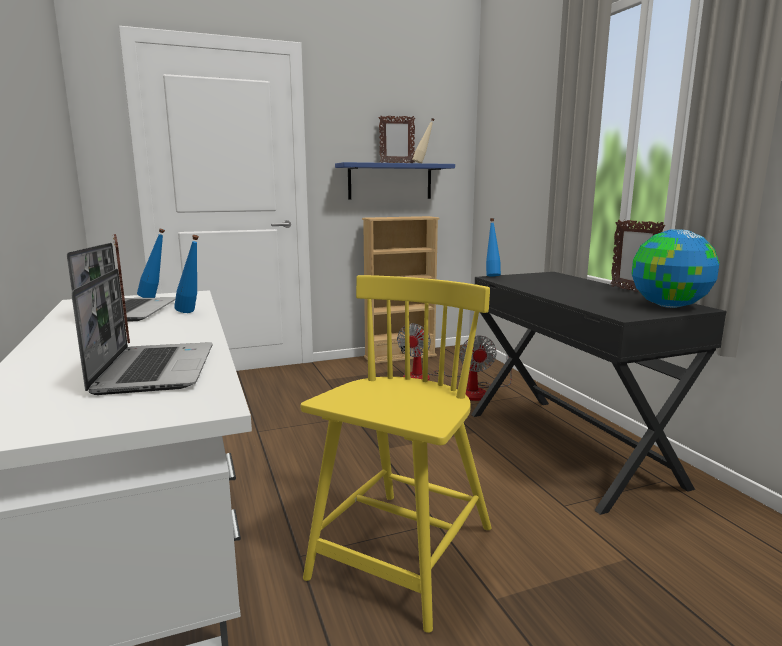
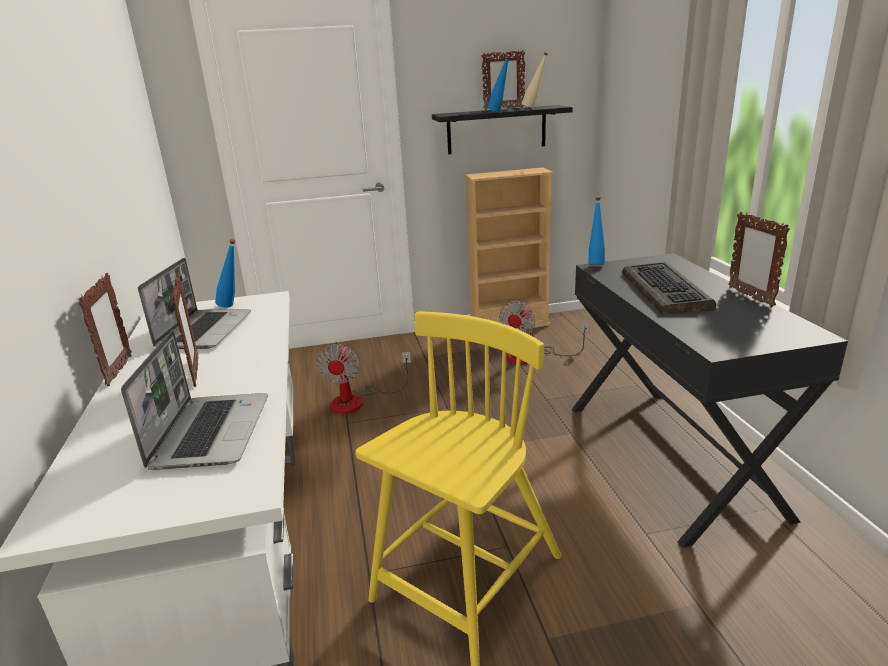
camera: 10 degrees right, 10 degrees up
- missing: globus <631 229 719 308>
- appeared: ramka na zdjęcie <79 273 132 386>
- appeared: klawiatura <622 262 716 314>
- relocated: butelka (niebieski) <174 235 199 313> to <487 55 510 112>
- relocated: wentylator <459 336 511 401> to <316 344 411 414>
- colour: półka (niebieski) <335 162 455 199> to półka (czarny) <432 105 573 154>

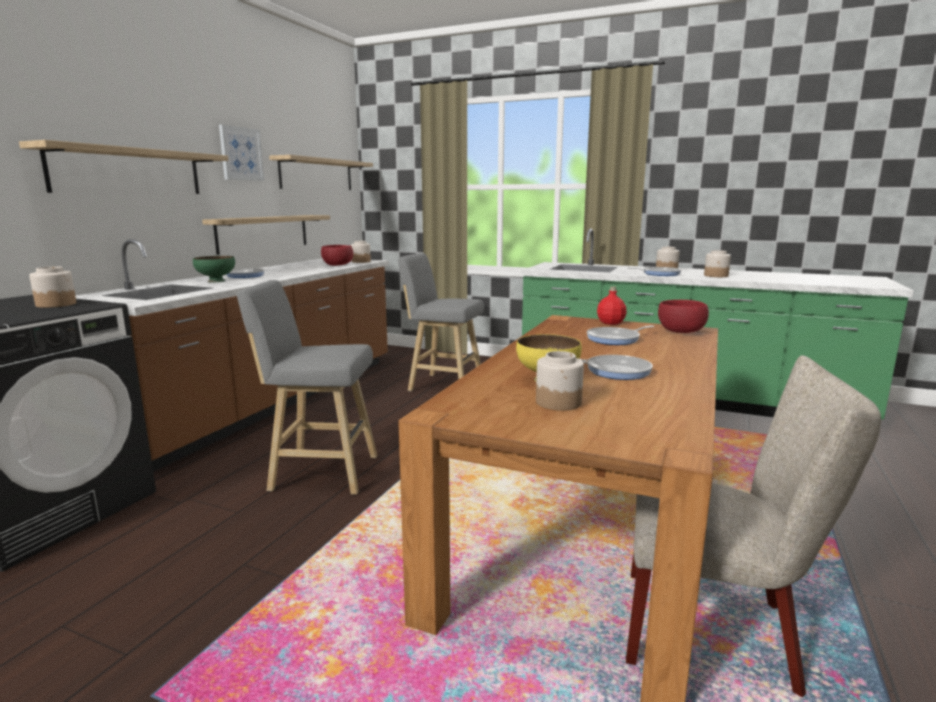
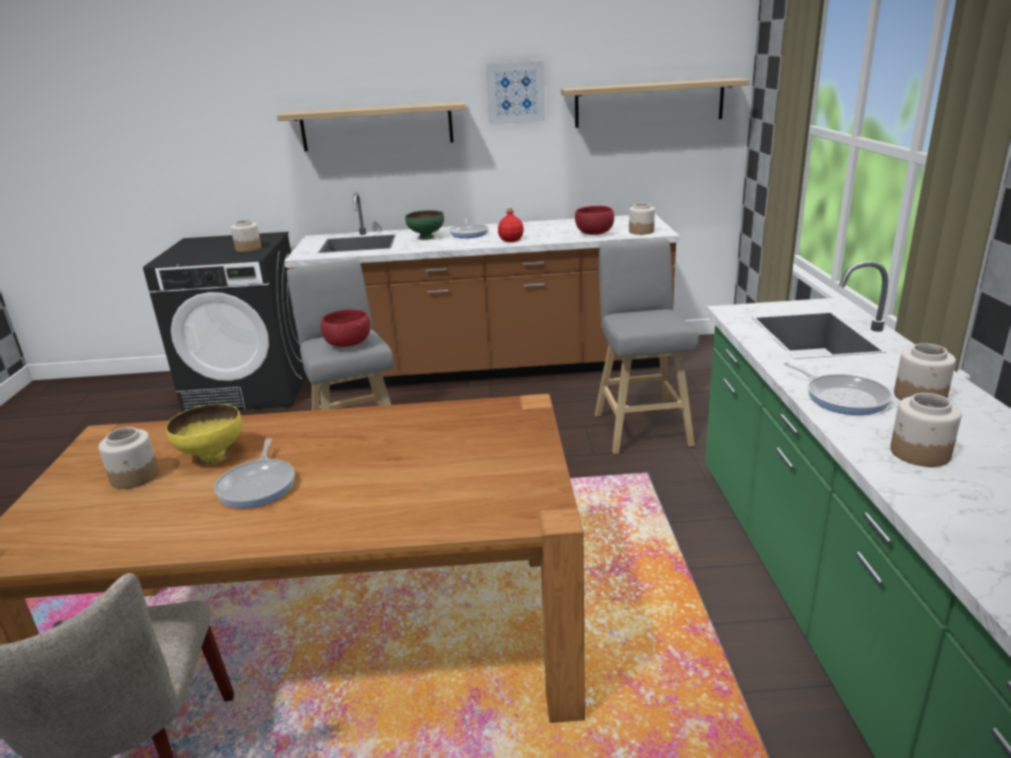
camera: 65 degrees right, 10 degrees up
- missing: półka <202 215 330 255>
- missing: patelnia <587 325 654 345>
- relocated: butelka (czerwony) <597 286 627 325> to <498 207 524 242>
- relocated: miska (czerwony) <658 300 709 333> to <321 309 370 347>

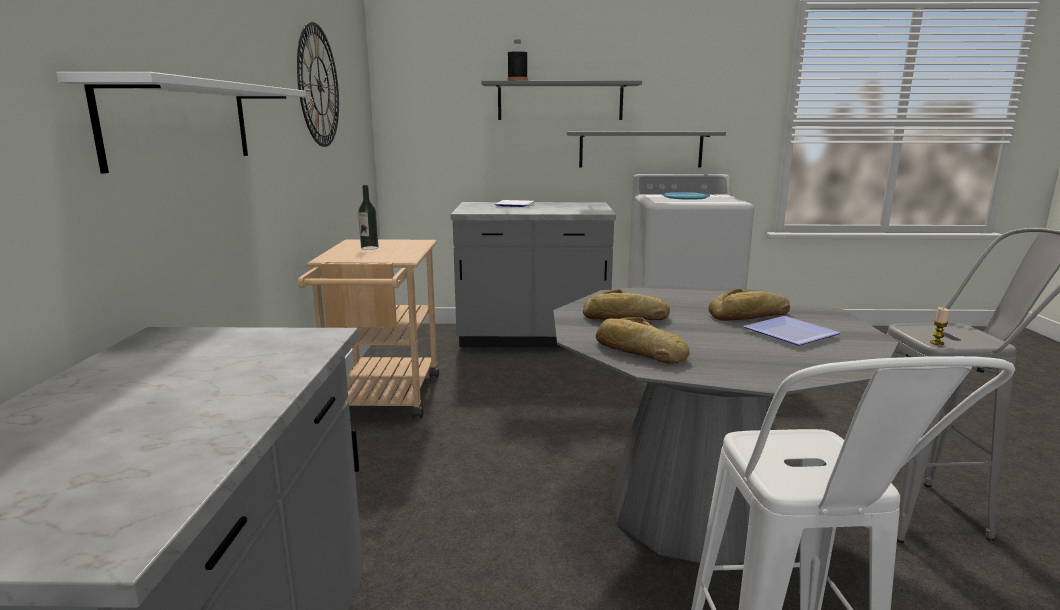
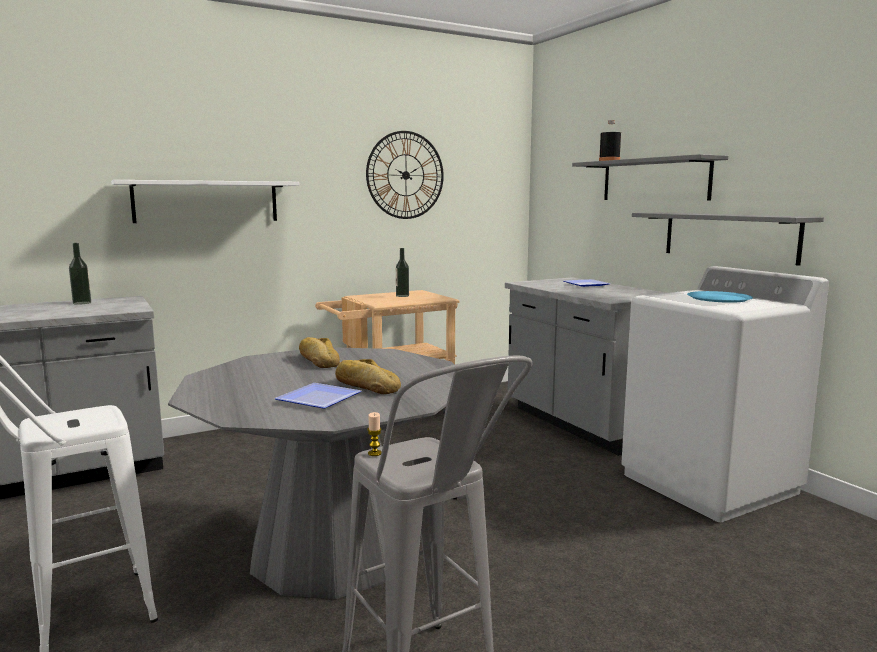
camera: 60 degrees right, 5 degrees down
- missing: chleb <596 317 689 364>
- appeared: butelka <69 243 91 305>

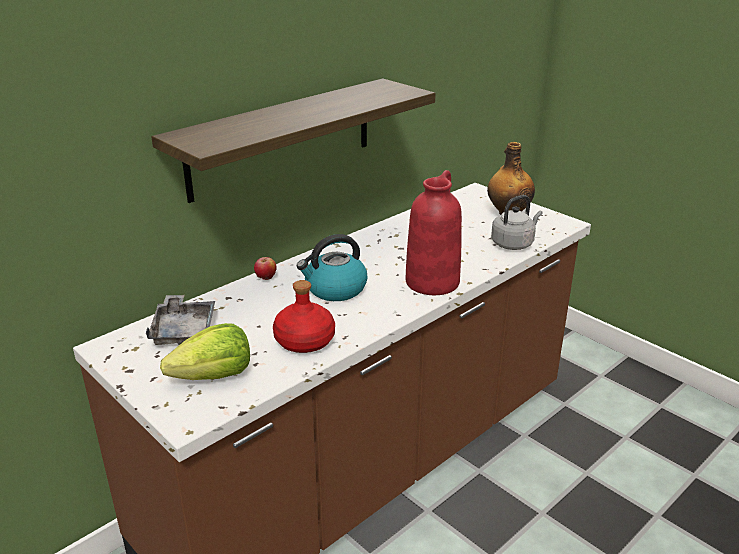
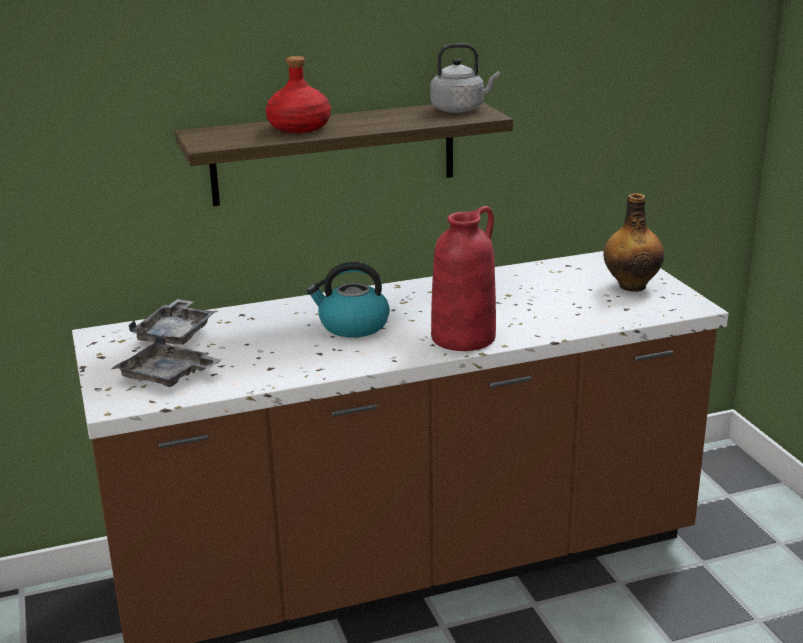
camera: 25 degrees right, 5 degrees down
- missing: jabłko <254 257 277 280>
- relocated: butelka (czerwony) <273 280 335 353> to <266 56 331 133>
- relocated: czajnik (szary) <491 195 543 250> to <430 43 500 113>
- exchanged: sałata <160 323 250 380> to taca (szary) <113 336 221 387>

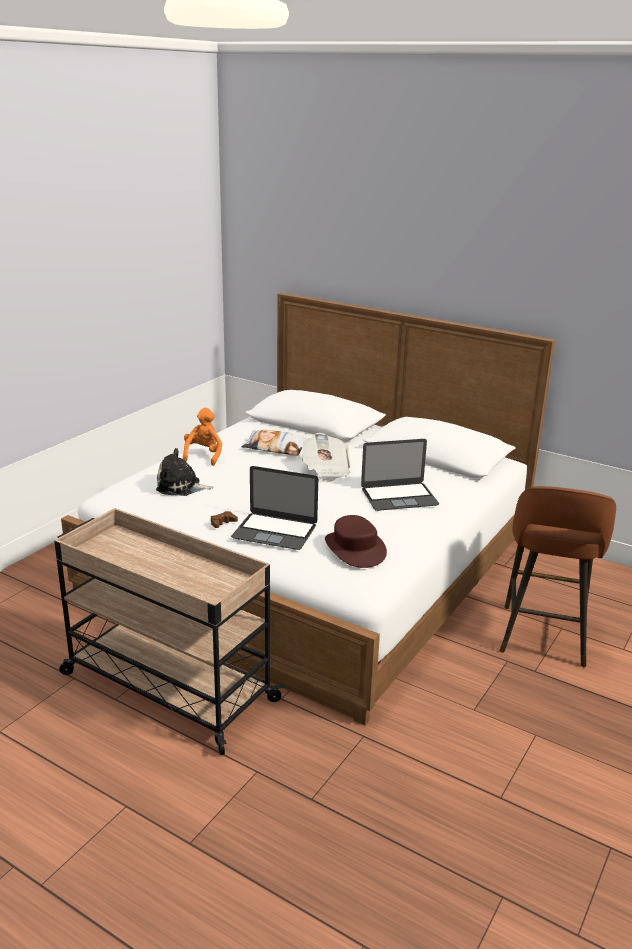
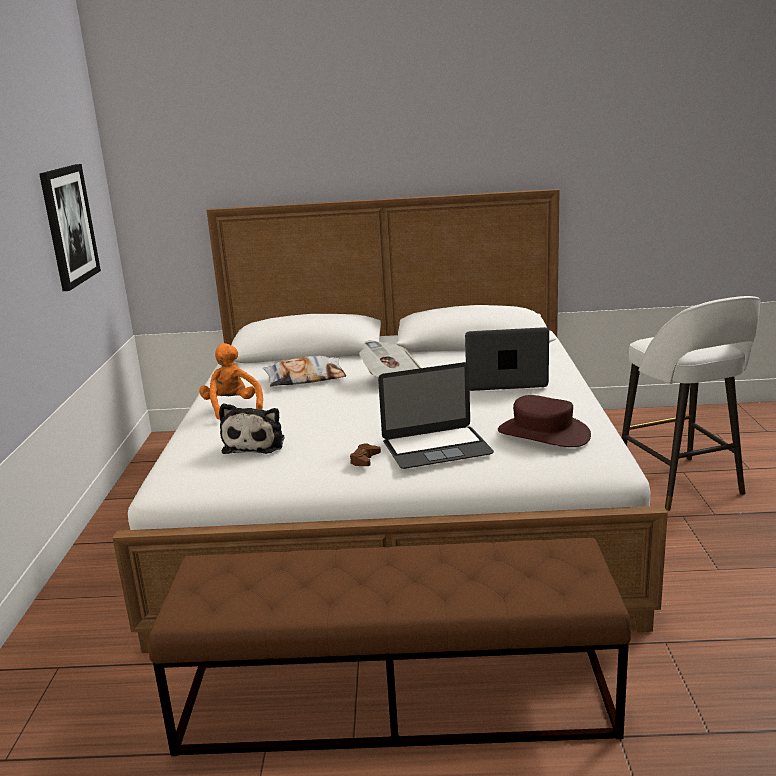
camera: 30 degrees left, 5 degrees down
- appeared: obraz <39 164 101 291>
- exchanged: wózek (beżowy) <54 508 284 755> to ławka (brązowy) <148 538 631 756>
- colour: stołek (brązowy) <500 486 616 667> to stołek (biały) <622 296 761 511>
- spun: pluszak <156 448 213 496> = <219 403 284 454> 60 degrees counterclockwise
- spun: laptop <361 439 439 511> = <465 327 549 391> 135 degrees counterclockwise

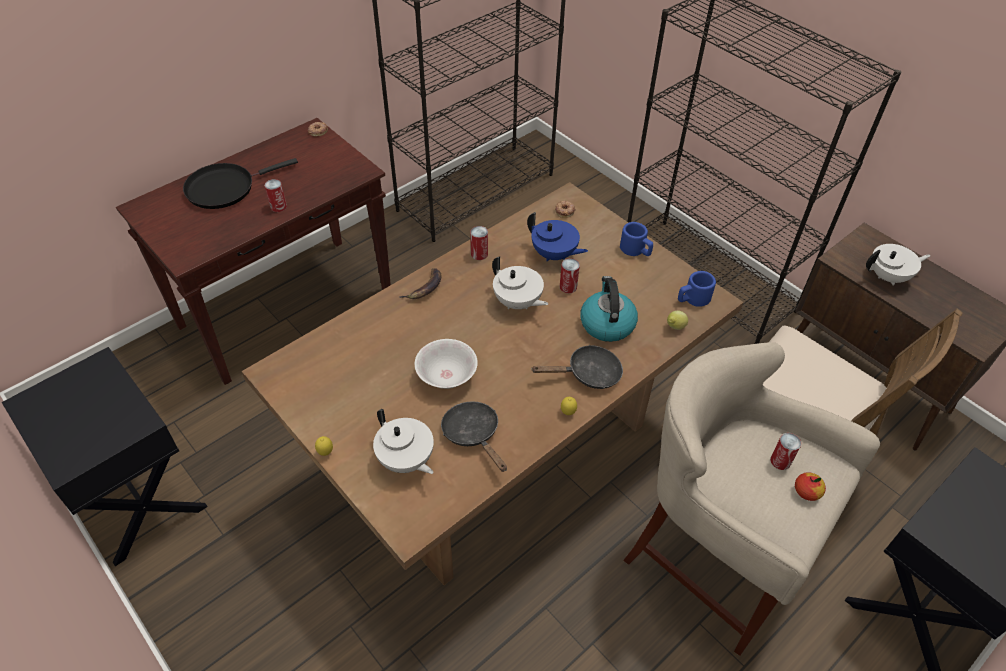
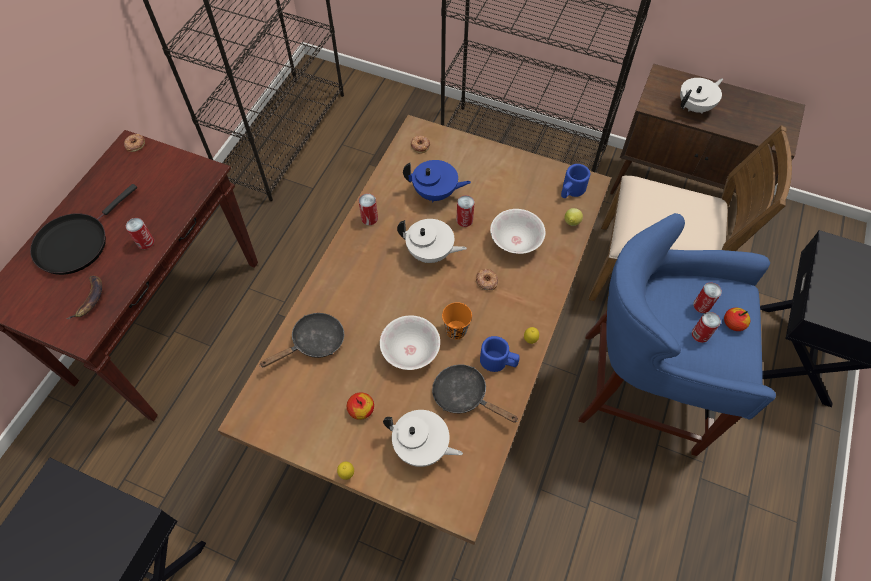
camera: 25 degrees left, 10 degrees up
- appeared: jabłko <347 392 374 420>
- appeared: filiżanka (pomarańczowy) <442 302 472 340>
- appeared: donut <476 269 498 290>
- appeared: puszka <692 312 721 343>
- relocated: banan <399 268 442 299> to <67 276 102 319>
- relocated: patelnia (czarny) <532 345 623 389> to <260 313 344 367>
- relocated: kubek (niebieski) <620 222 653 256> to <480 336 520 372>
- exchanged: czajnik <580 276 638 342> to miska (biały) <490 209 546 254>
- colour: stołek (beżowy) <623 342 880 656> to stołek (niebieski) <578 213 776 456>

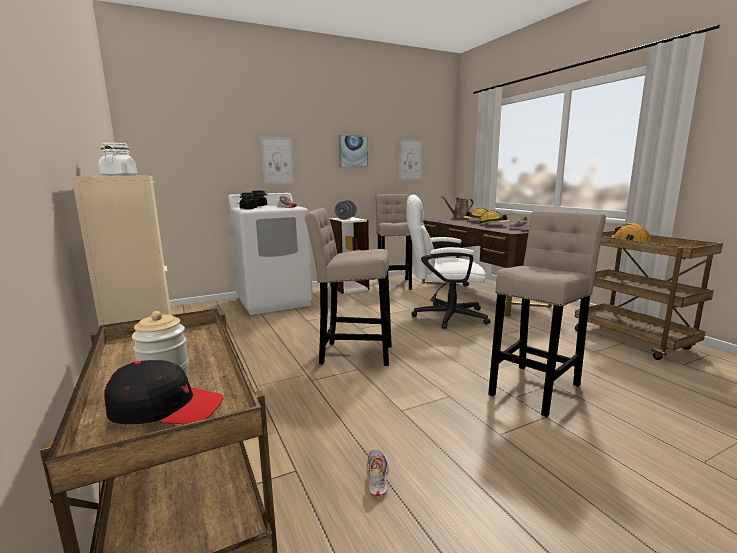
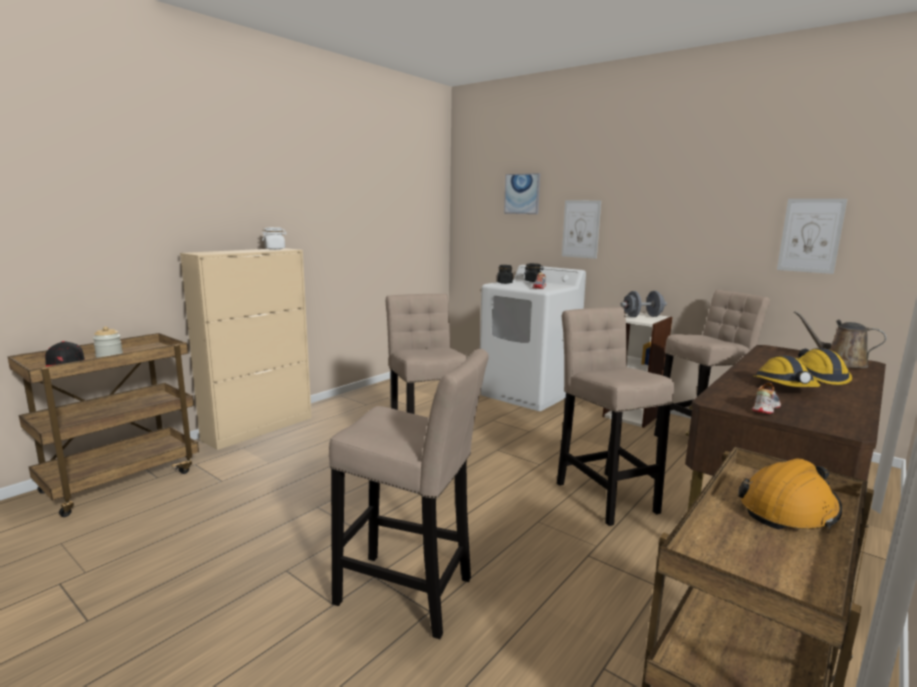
camera: 65 degrees right, 0 degrees up
- missing: but <367 450 389 496>
- relocated: obraz <339 135 368 167> to <504 173 540 214>
- exchanged: krzesło biurowe (biały) <406 194 491 329> to stołek (beżowy) <557 307 674 526>

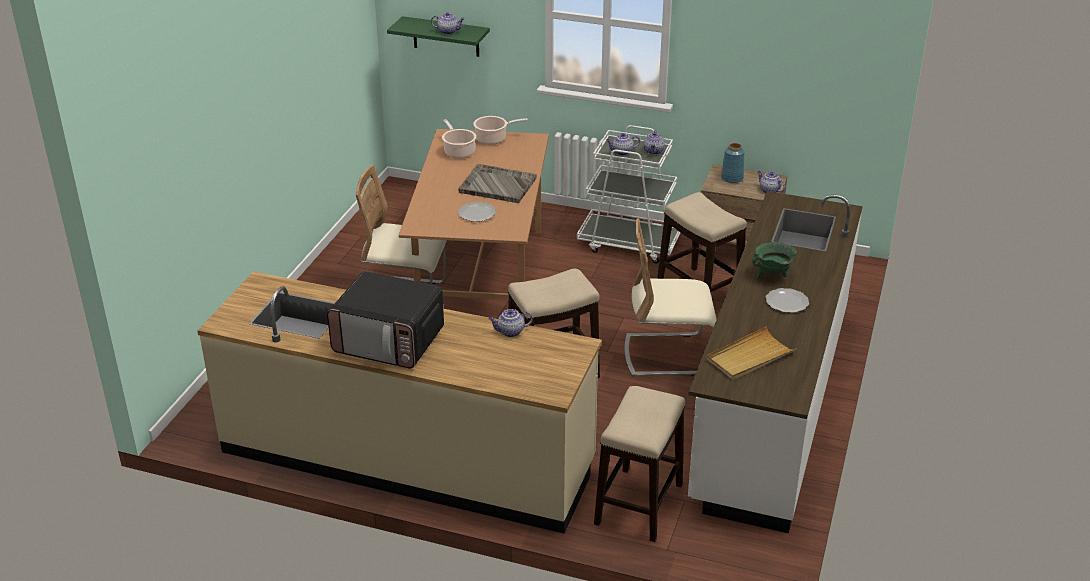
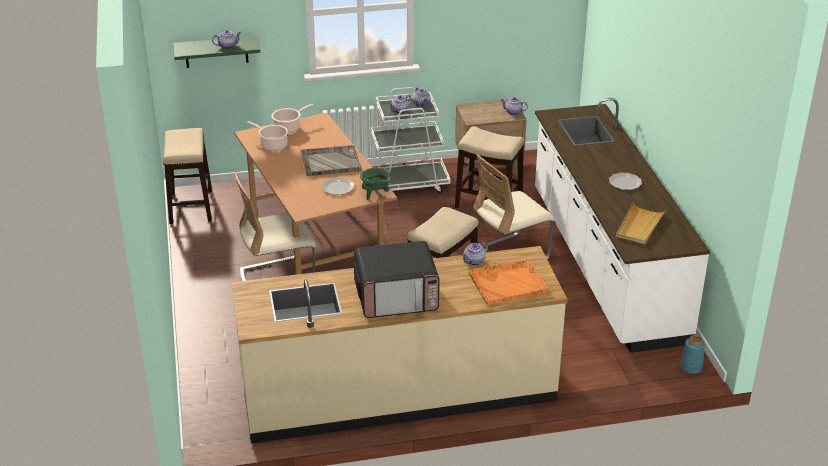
camera: 30 degrees left, 0 degrees up
- appeared: taca (pomarańczowy) <469 259 549 305>
- relocated: stołek <594 386 685 542> to <163 128 212 224>
- relocated: wazon (niebieski) <721 143 745 183> to <680 335 705 373>
- relocated: garnek (zielony) <752 242 797 280> to <360 167 391 200>

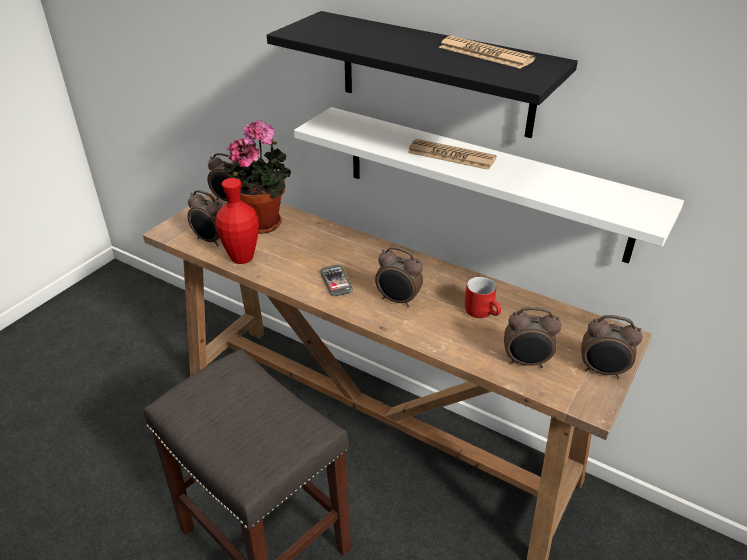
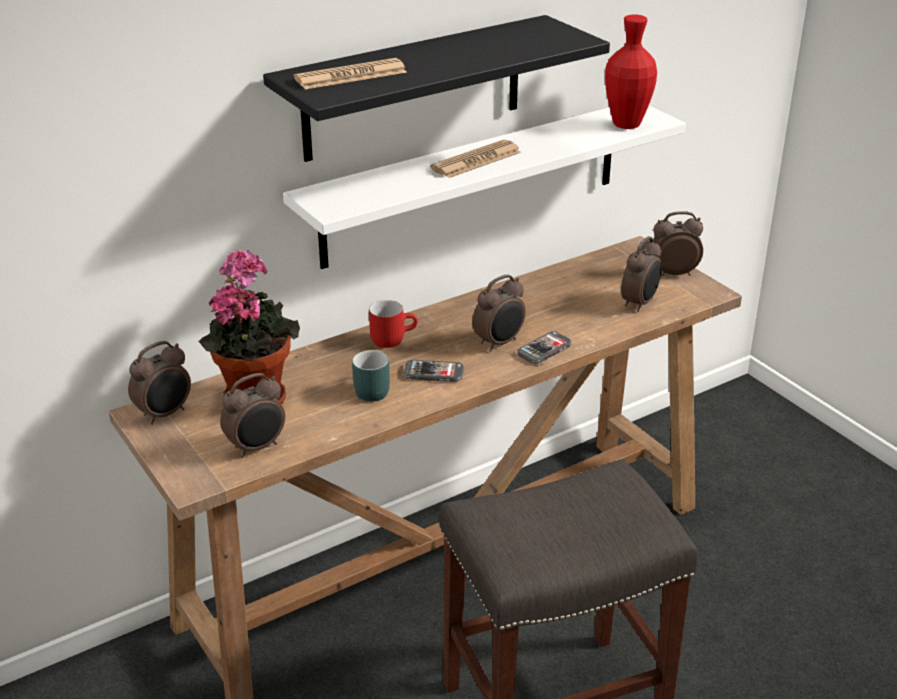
camera: 65 degrees left, 5 degrees down
- appeared: kubek (turkusowy) <352 350 390 402>
- appeared: telefon <517 331 571 364>
- relocated: wazon (czerwony) <215 178 259 264> to <605 15 657 129>
- relocated: gazeta <439 36 535 69> to <294 58 407 90>
- relocated: kubek (czerwony) <465 277 501 318> to <369 300 418 348>
- spun: budzik <581 315 643 379> = <652 211 703 276> 135 degrees counterclockwise

